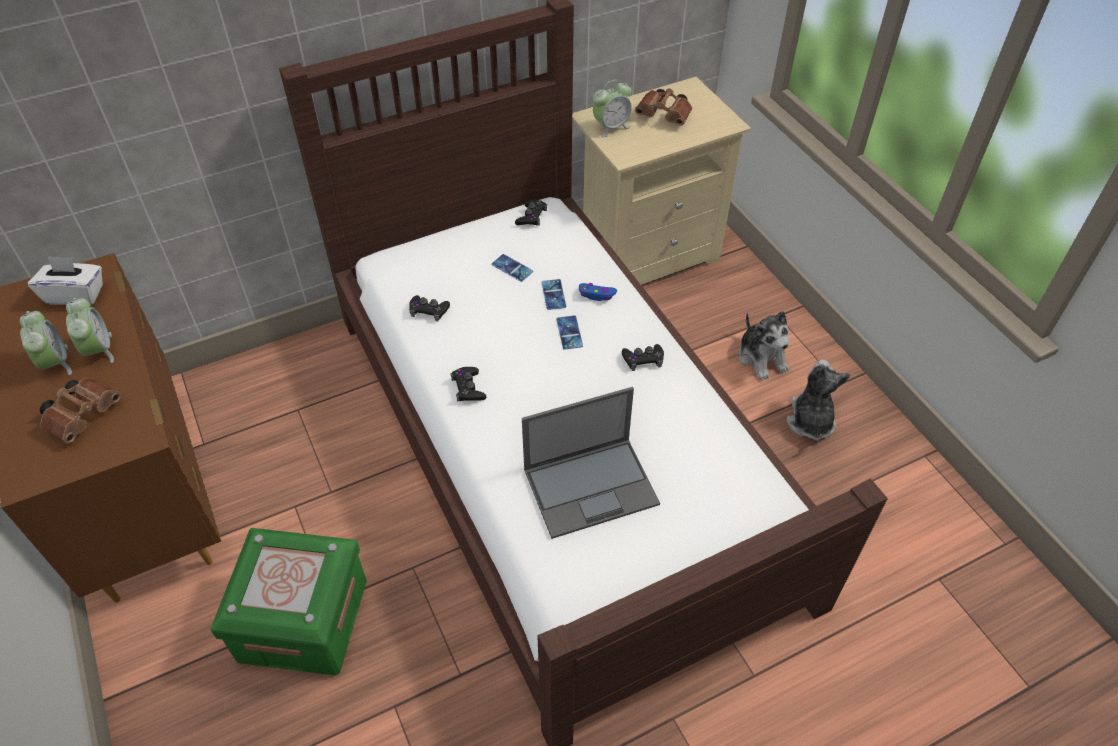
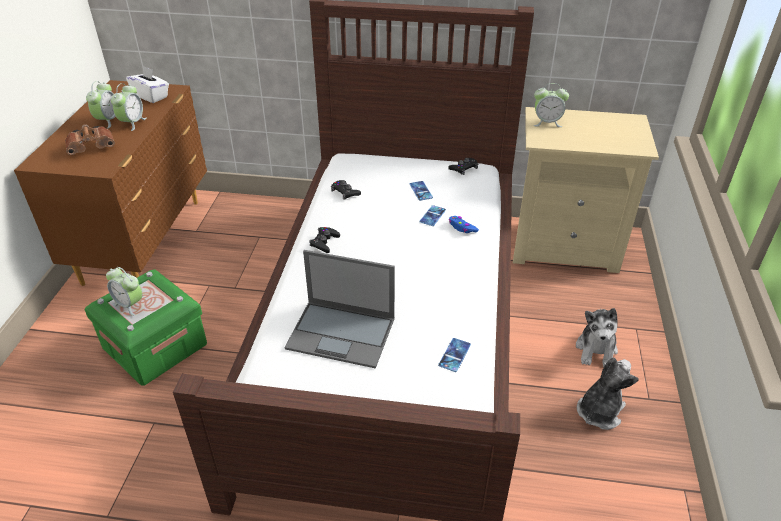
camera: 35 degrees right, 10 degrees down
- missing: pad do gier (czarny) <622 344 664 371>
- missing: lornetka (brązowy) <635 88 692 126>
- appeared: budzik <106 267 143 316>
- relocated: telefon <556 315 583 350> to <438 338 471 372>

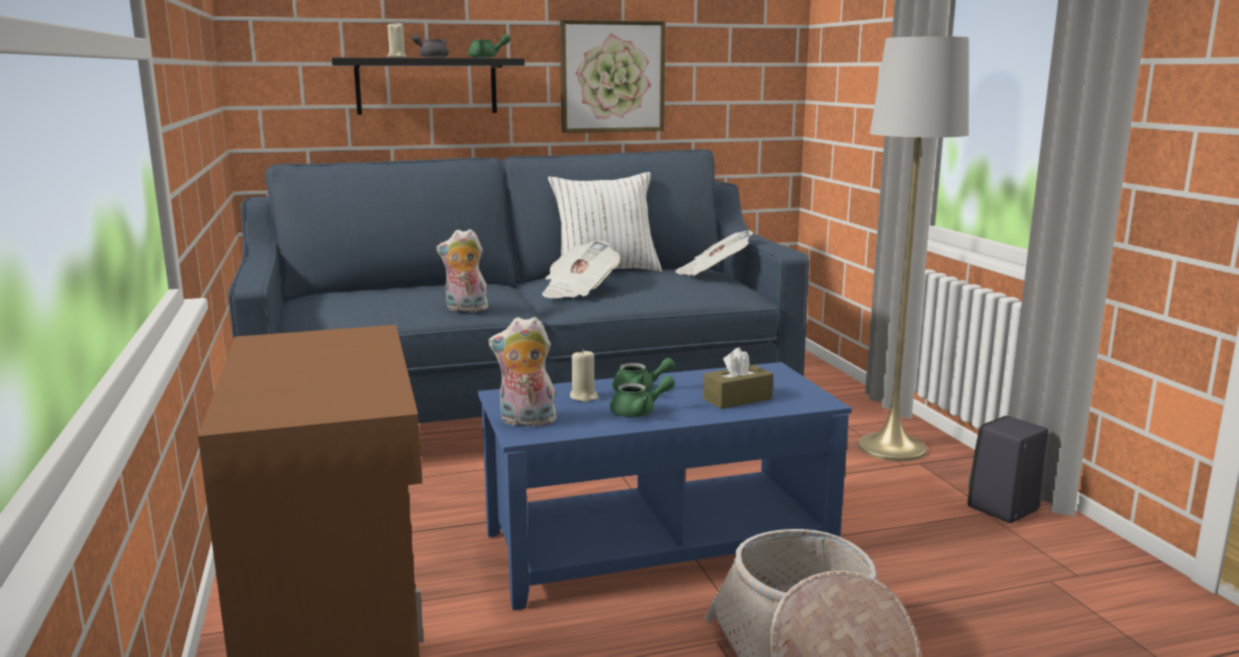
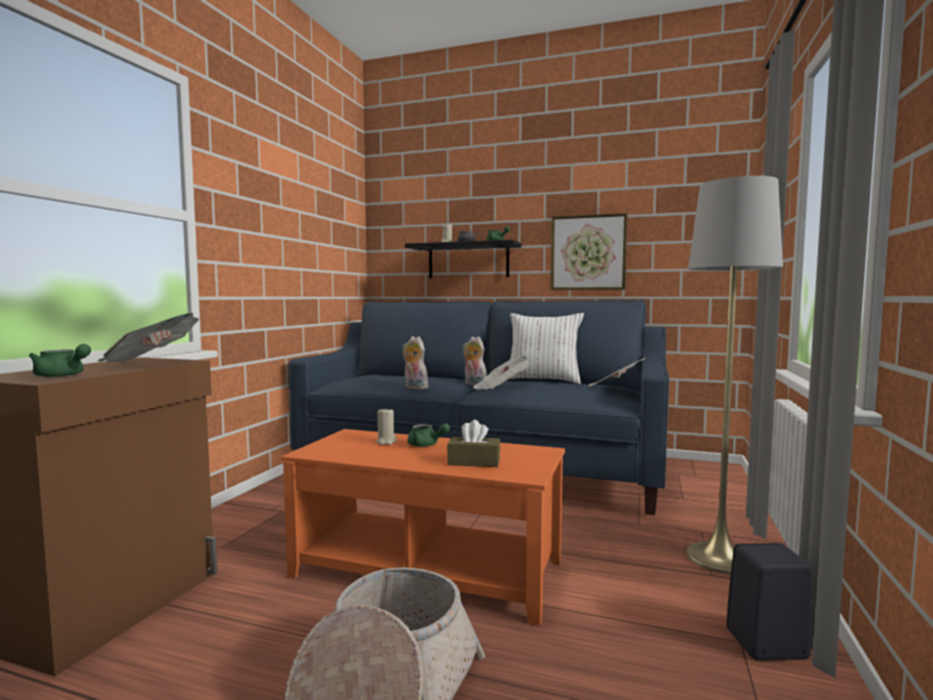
camera: 35 degrees right, 10 degrees down
- appeared: gazeta <98 313 199 362>
- relocated: pluszak <489 317 556 426> to <462 336 487 385>
- relocated: imbryk (zielony) <610 375 675 417> to <29 344 91 377>
- colour: ława (niebieski) <478 362 852 610> to ława (pomarańczowy) <281 429 565 626>

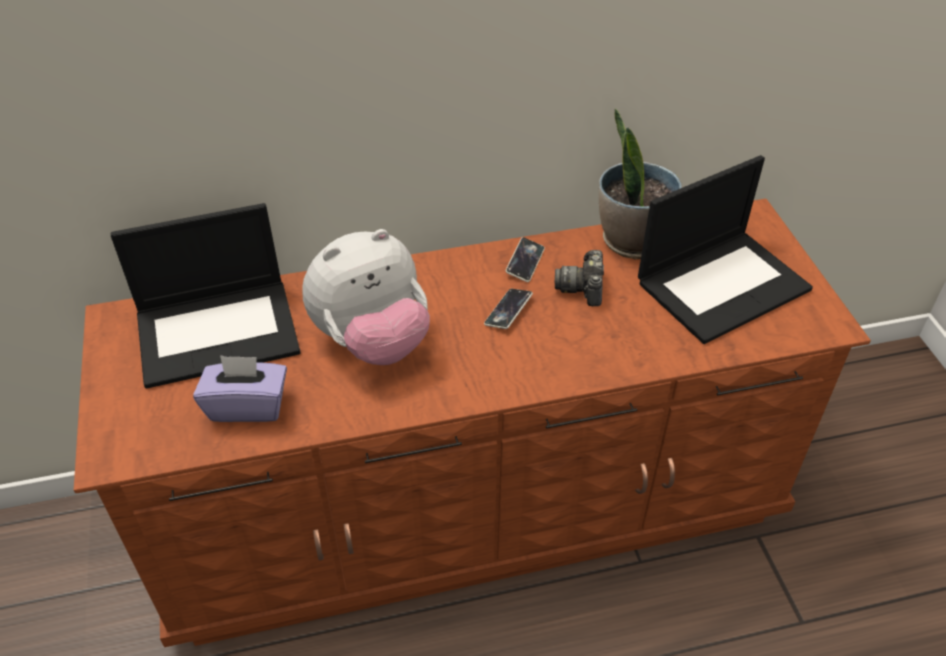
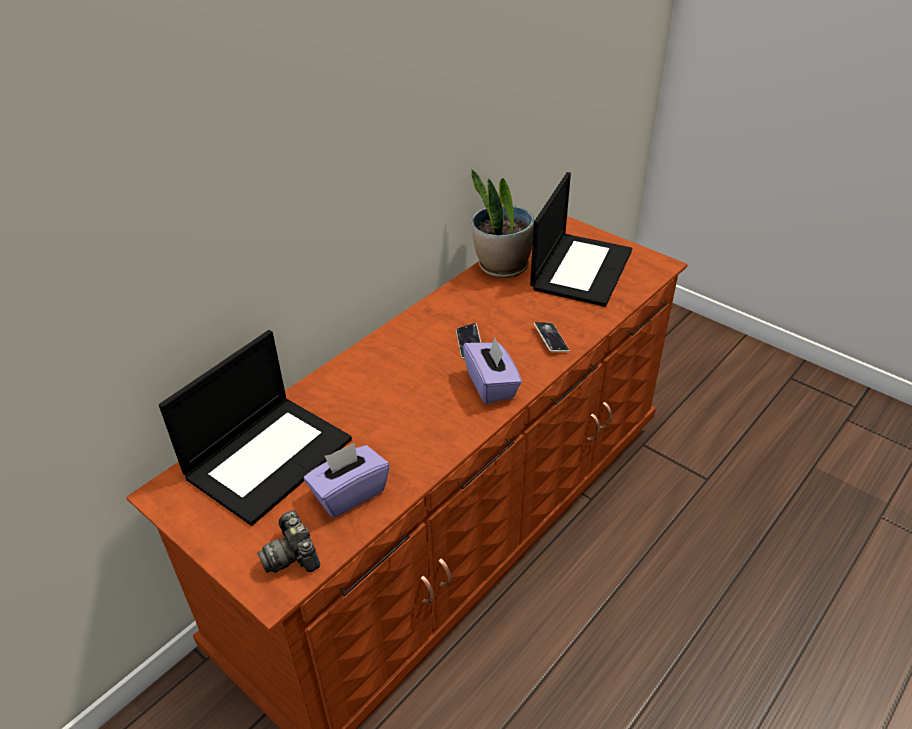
camera: 35 degrees left, 5 degrees down
- missing: pluszak <302 229 430 365>
- appeared: pudełko chusteczek (fioletowy) <463 337 522 404>
- relocated: telefon <506 237 545 282> to <534 322 569 352>
- relocated: aparat fotograficzny <555 250 604 306> to <257 510 320 573>

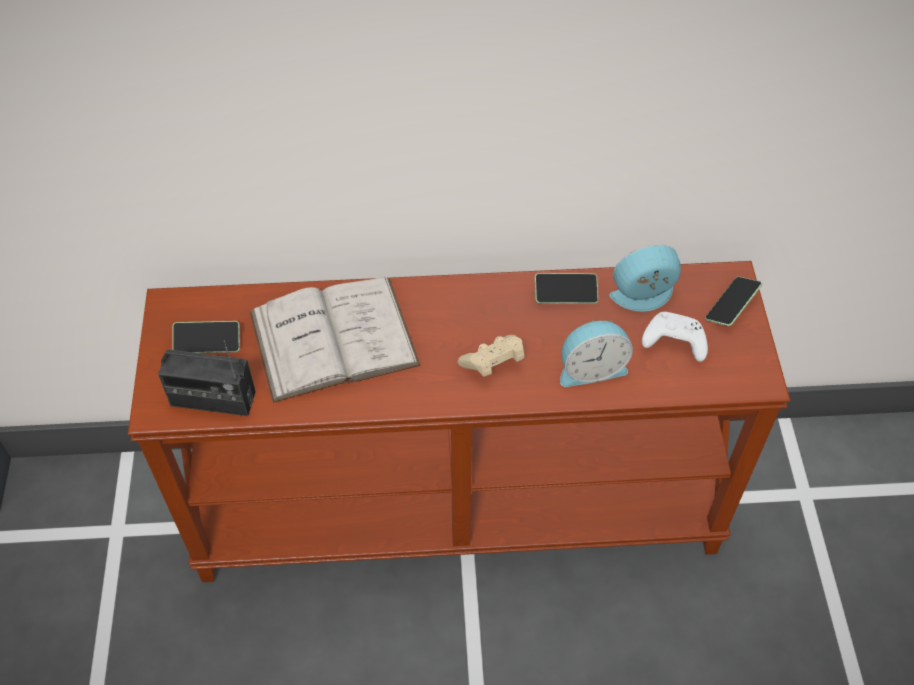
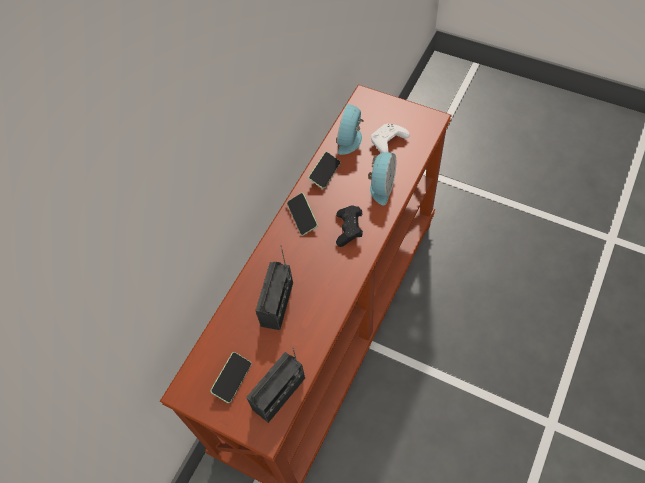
camera: 55 degrees left, 5 degrees up
- relocated: telefon <705 277 762 326> to <287 193 318 236>
- exchanged: książka (biały) <249 277 421 403> to radio <255 245 293 330>
- colour: pad do gier (beżowy) <458 335 525 377> to pad do gier (czarny) <336 205 363 247>

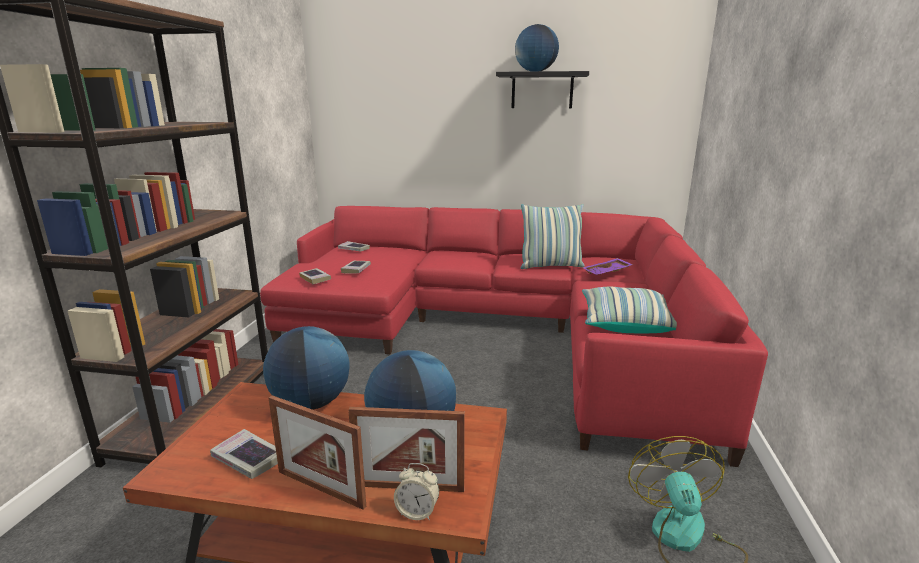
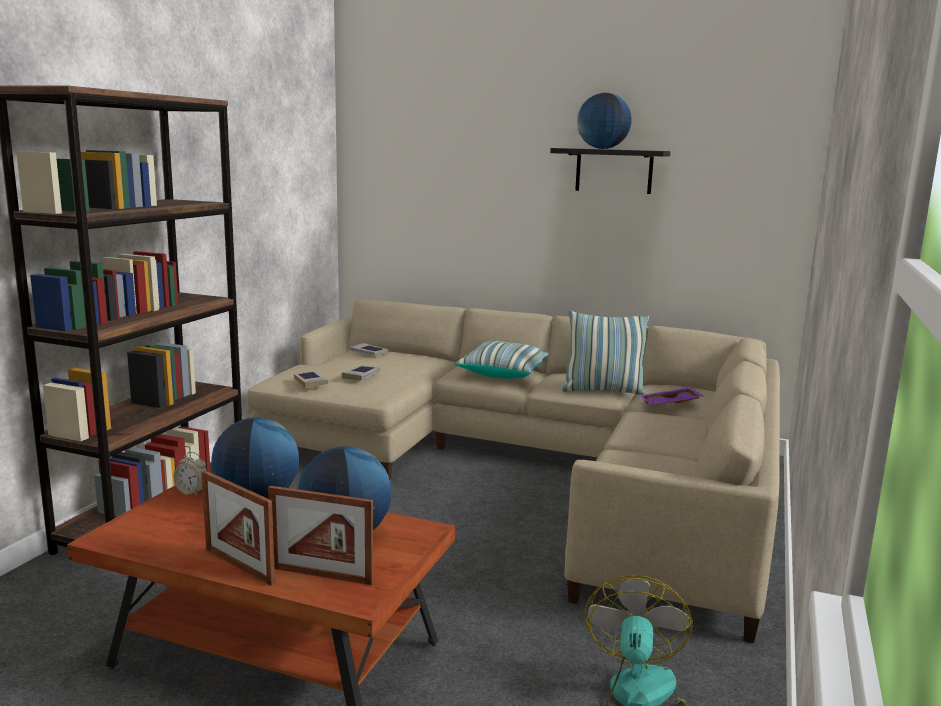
camera: 10 degrees right, 5 degrees down
- missing: książka <210 429 278 479>
- relocated: budzik <394 463 439 520> to <173 452 208 496>
- relocated: poduszka <582 287 677 334> to <455 341 550 379>
- colour: kanapa (czerwony) <260 206 768 467> to kanapa (beżowy) <247 300 780 643>

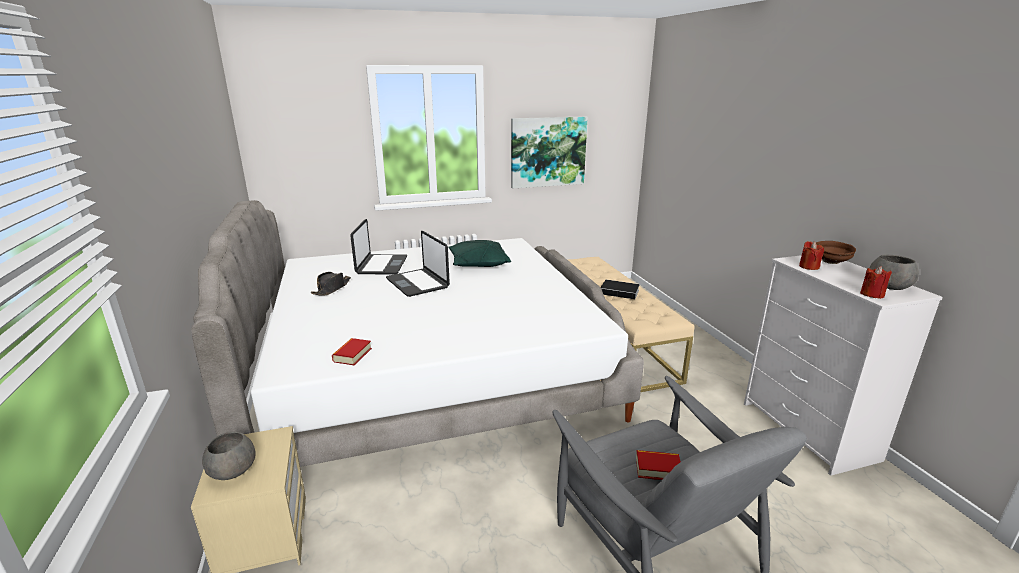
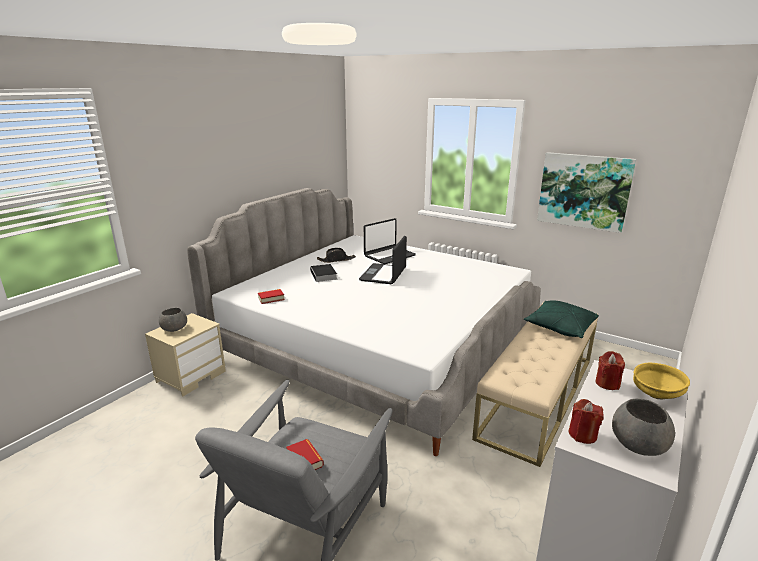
camera: 50 degrees right, 0 degrees up
- relocated: poduszka (zielony) <448 240 511 267> to <524 301 599 338>
- relocated: książka <600 280 642 300> to <310 264 337 284>
- colour: miska (brązowy) <816 241 856 264> to miska (żółty) <633 363 690 399>

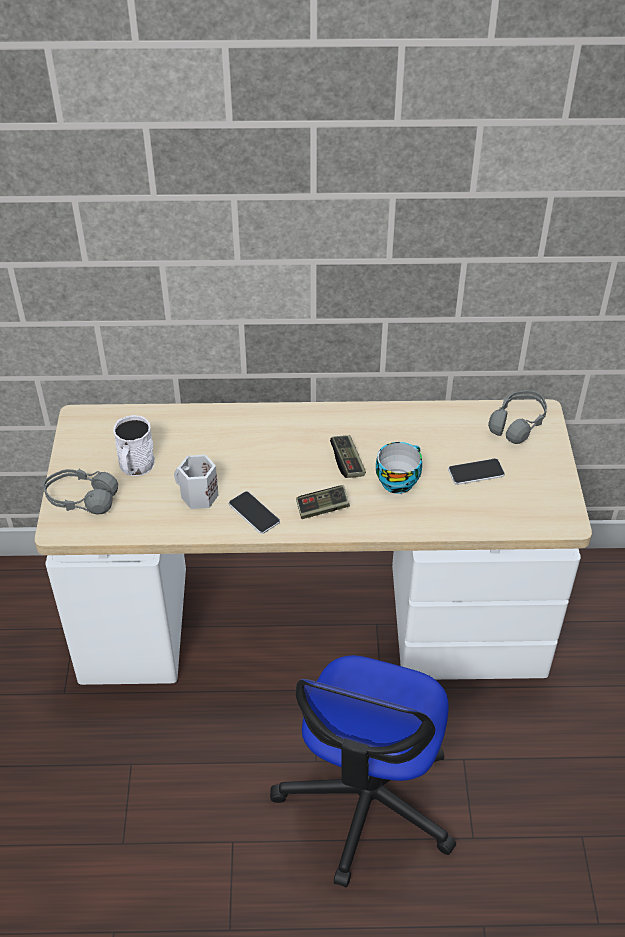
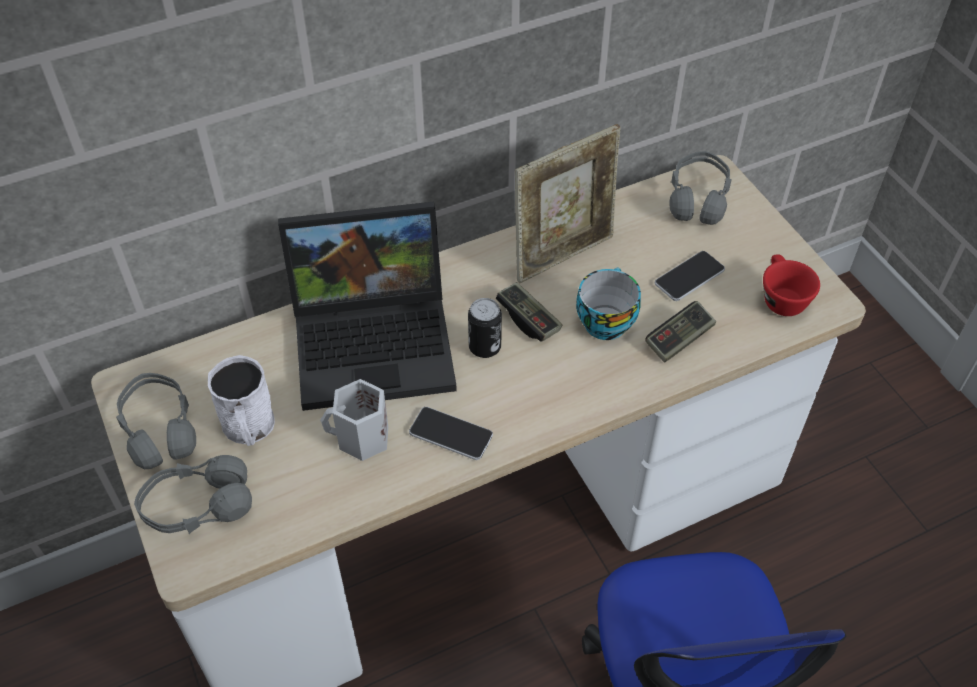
camera: 25 degrees left, 5 degrees up
- appeared: słuchawki (szary) <116 373 196 469>
- appeared: laptop <278 202 457 411>
- appeared: puszka <468 298 502 358>
- appeared: ramka na zdjęcie <515 124 621 283>
- appeared: filiżanka (czerwony) <763 254 820 316>
- relocated: pad do gier <296 485 350 519> to <645 301 716 363>

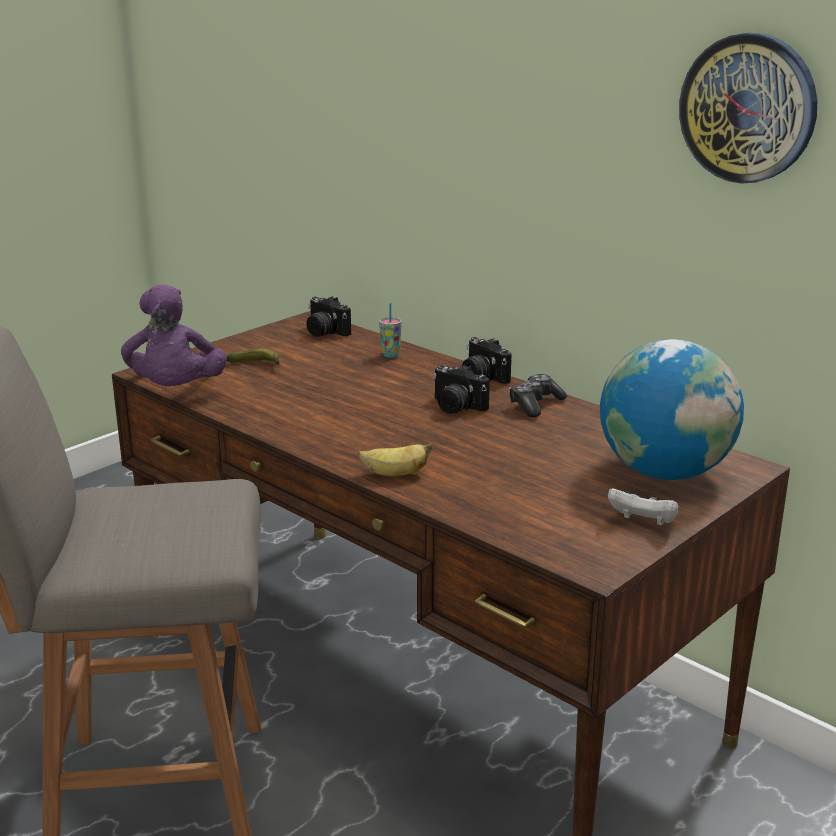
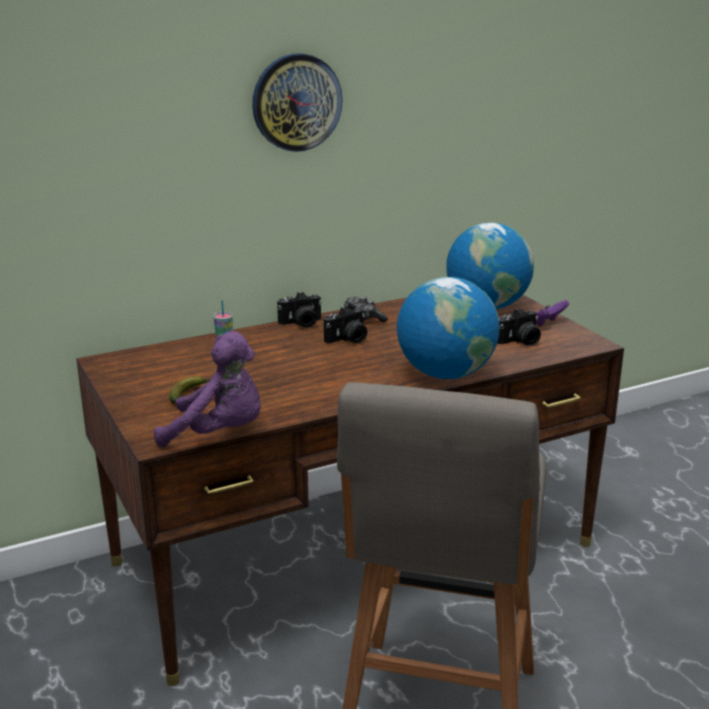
camera: 70 degrees left, 0 degrees up
- relocated: aparat fotograficzny <306 296 351 337> to <497 308 541 346>
- relocated: zegar ścienny <679 33 817 184> to <252 53 343 152>
- exchanged: banan <358 444 432 476> to globus <397 277 500 379>
- colour: pad do gier (biały) <608 488 678 526> to pad do gier (fioletowy) <534 300 569 326>

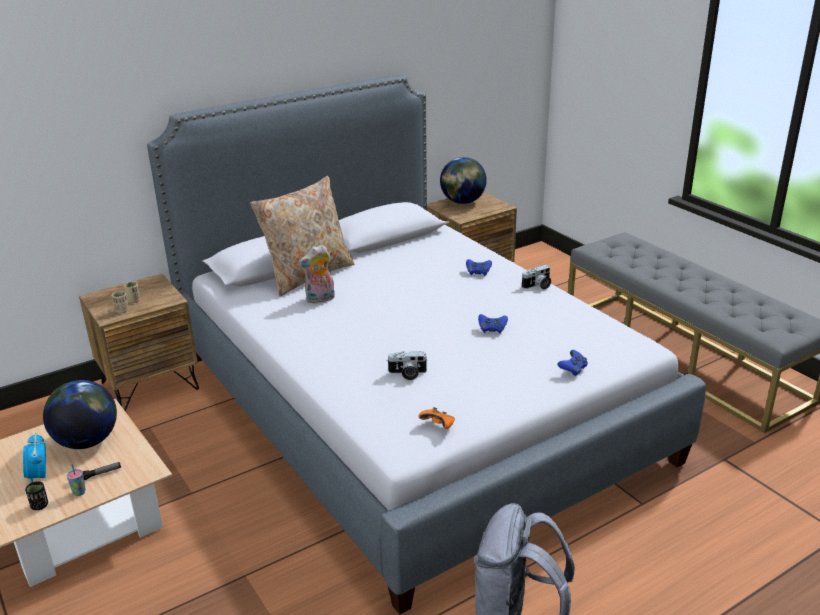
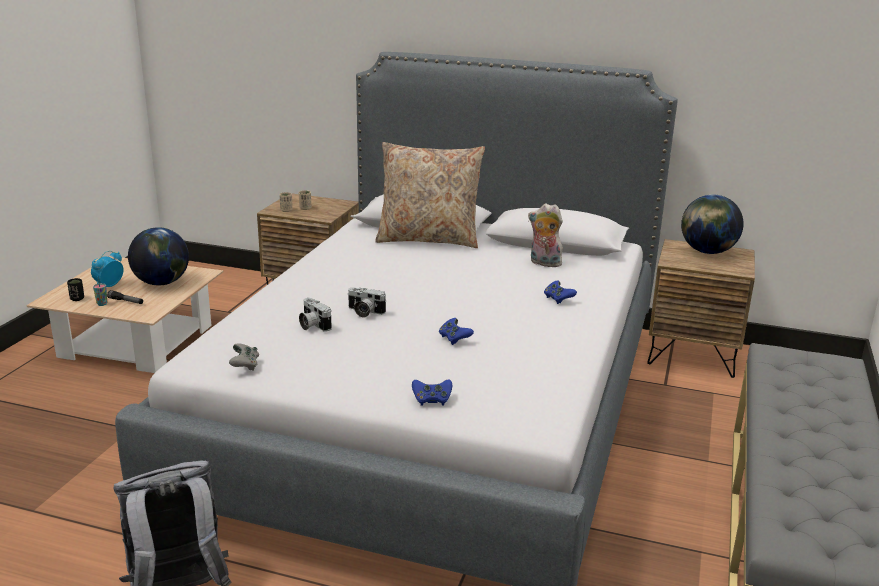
camera: 50 degrees right, 5 degrees down
- relocated: pluszak <298 244 335 303> to <528 203 564 267>
- relocated: aparat fotograficzny <522 265 551 290> to <348 287 387 317>
- colour: pad do gier (pomarańczowy) <418 407 455 429> to pad do gier (szary) <229 343 259 371>

